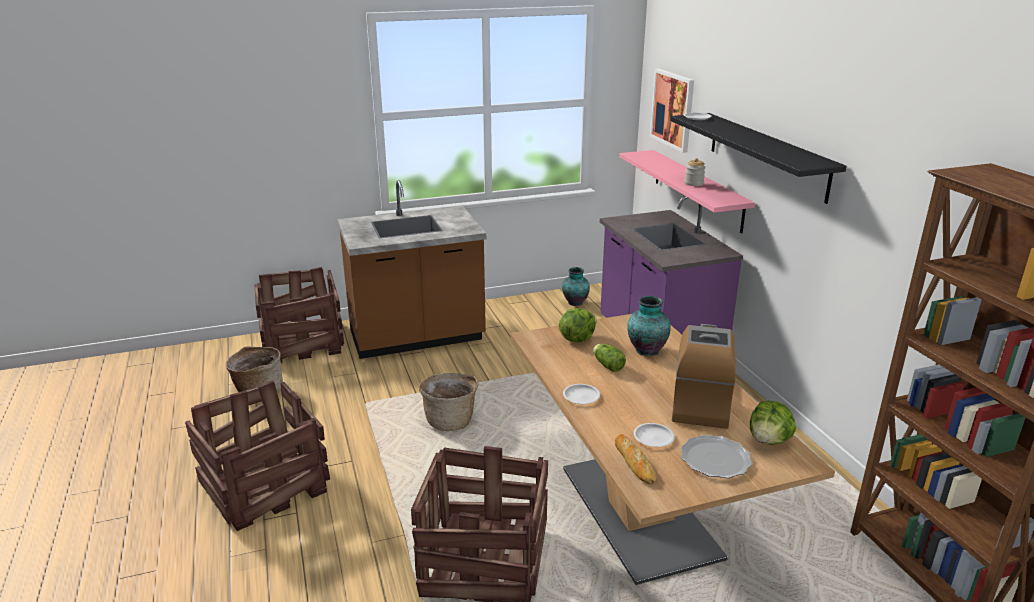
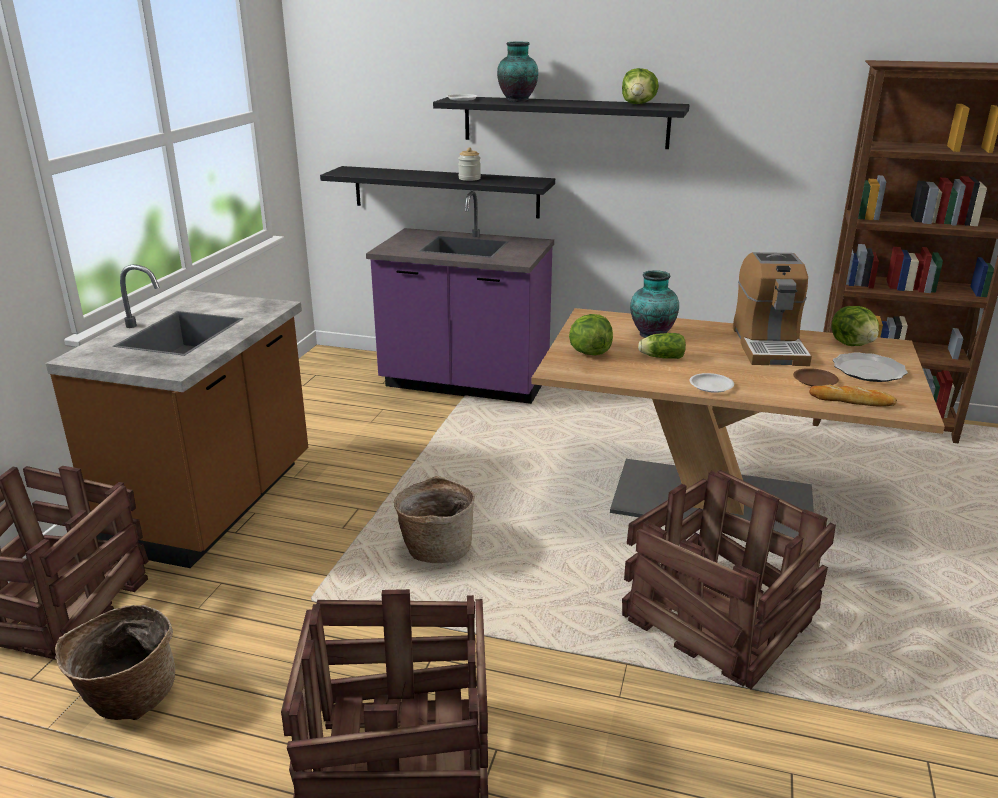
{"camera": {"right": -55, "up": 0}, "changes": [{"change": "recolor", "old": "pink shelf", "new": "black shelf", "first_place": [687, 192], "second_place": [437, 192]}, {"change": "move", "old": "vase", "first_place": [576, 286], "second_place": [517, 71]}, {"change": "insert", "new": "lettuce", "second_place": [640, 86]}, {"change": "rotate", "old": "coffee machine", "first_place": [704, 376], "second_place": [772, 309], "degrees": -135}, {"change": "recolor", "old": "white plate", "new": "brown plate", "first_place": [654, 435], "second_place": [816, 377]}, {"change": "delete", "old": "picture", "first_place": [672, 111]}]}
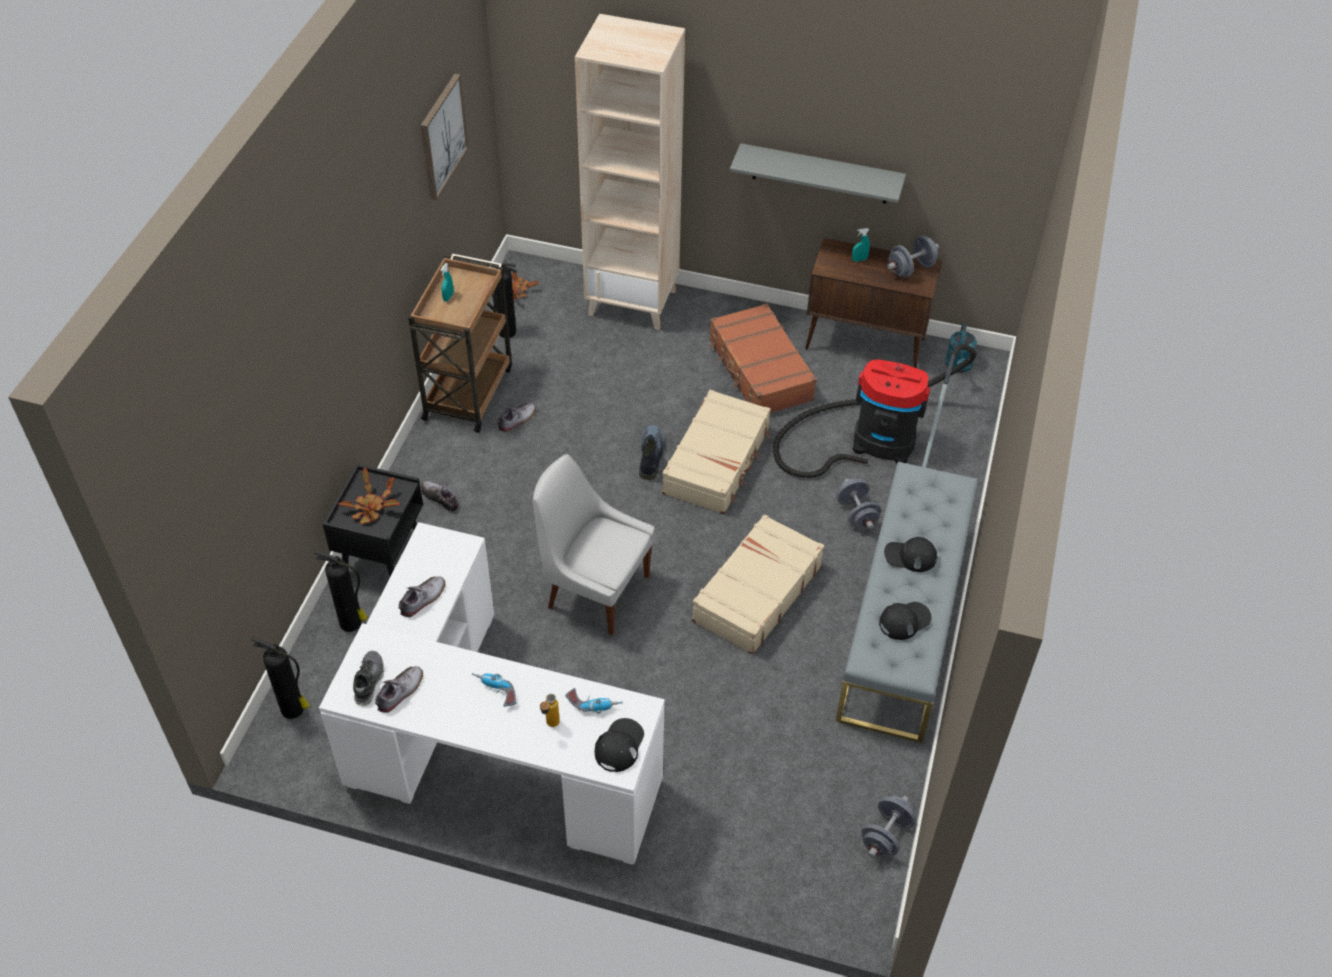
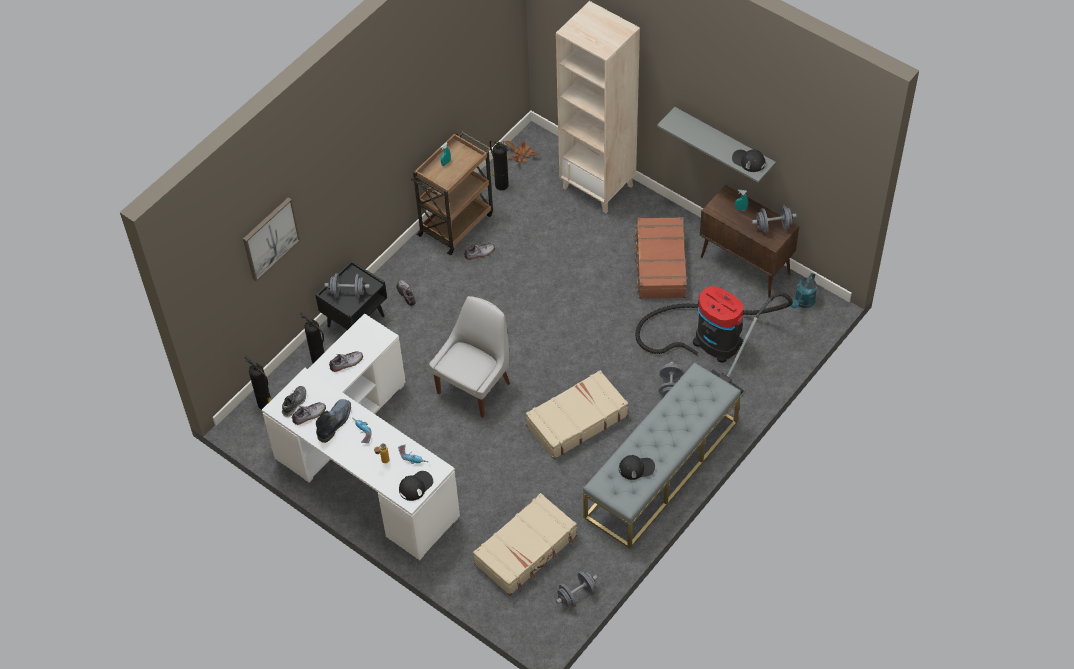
{"camera": {"right": 25, "up": 5}, "changes": [{"change": "move", "old": "picture", "first_place": [445, 137], "second_place": [271, 239]}, {"change": "move", "old": "boot", "first_place": [652, 452], "second_place": [333, 421]}, {"change": "replace", "old": "potted plant", "new": "grey dumbbell", "first_place": [369, 496], "second_place": [347, 285]}, {"change": "rotate", "old": "white chair", "first_place": [593, 544], "second_place": [469, 357], "degrees": 75}, {"change": "move", "old": "beige suitcase", "first_place": [716, 452], "second_place": [525, 544]}, {"change": "move", "old": "black cap", "first_place": [910, 554], "second_place": [748, 161]}]}
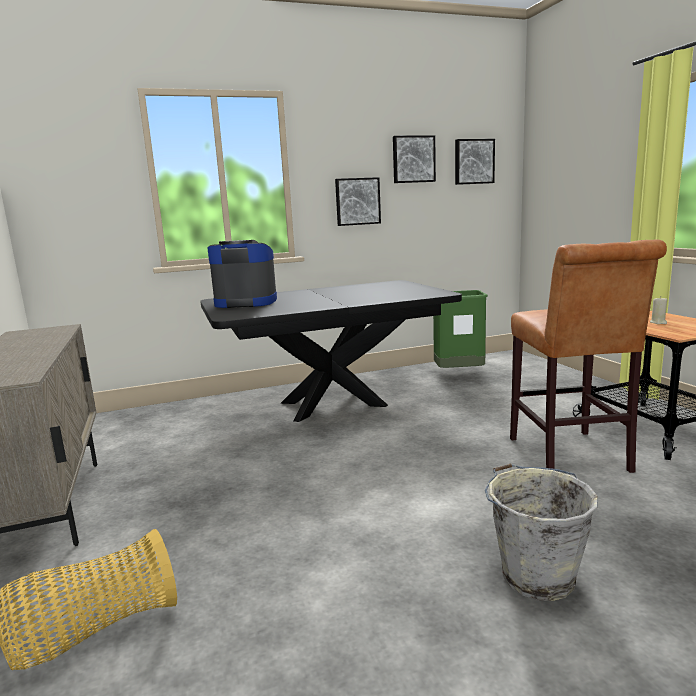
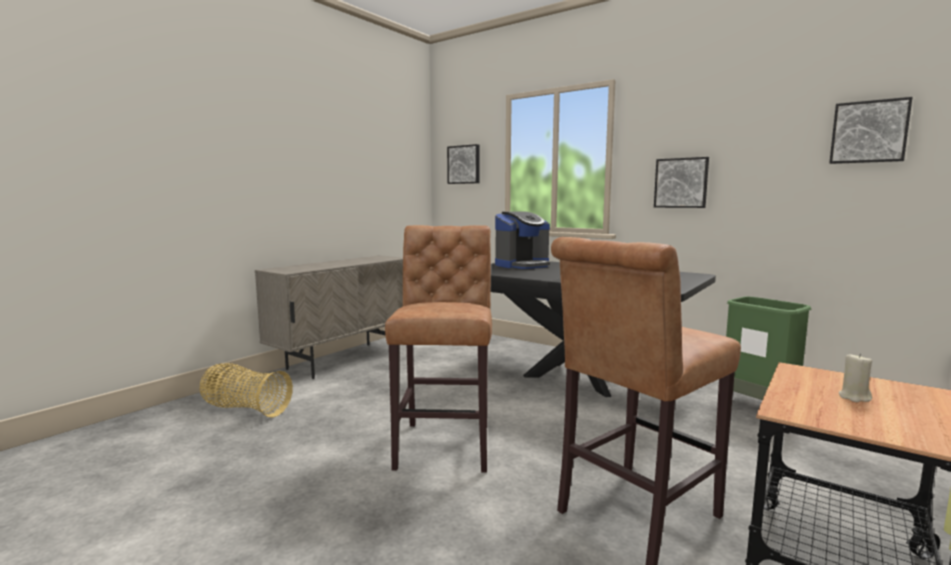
{"camera": {"right": 55, "up": -5}, "changes": [{"change": "insert", "new": "brown stool", "second_place": [438, 349]}, {"change": "move", "old": "picture", "first_place": [414, 159], "second_place": [463, 164]}, {"change": "rotate", "old": "coffee machine", "first_place": [242, 274], "second_place": [522, 240], "degrees": 90}, {"change": "delete", "old": "grey bucket", "first_place": [541, 532]}]}
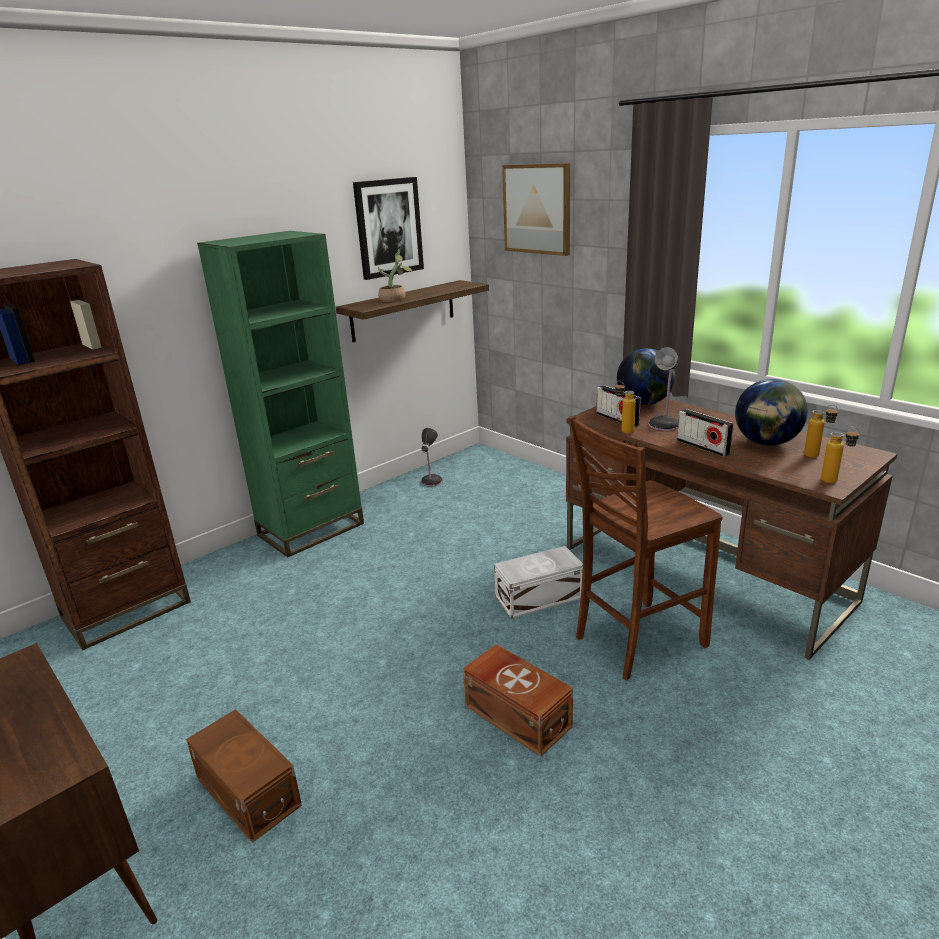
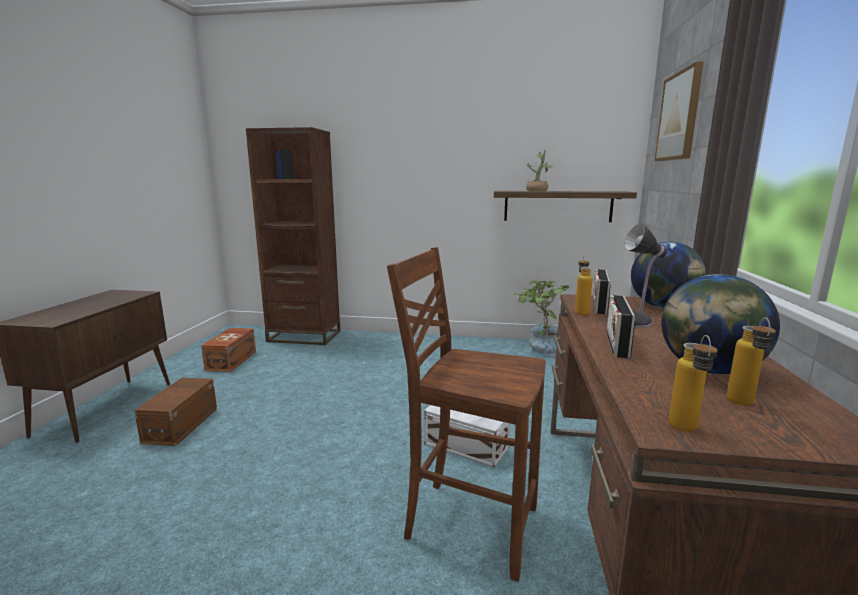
{"camera": {"right": 50, "up": -10}, "changes": [{"change": "move", "old": "brown storage box", "first_place": [518, 700], "second_place": [228, 350]}, {"change": "replace", "old": "table lamp", "new": "potted plant", "first_place": [432, 457], "second_place": [541, 318]}, {"change": "delete", "old": "green bookcase", "first_place": [280, 394]}, {"change": "delete", "old": "picture", "first_place": [388, 228]}]}
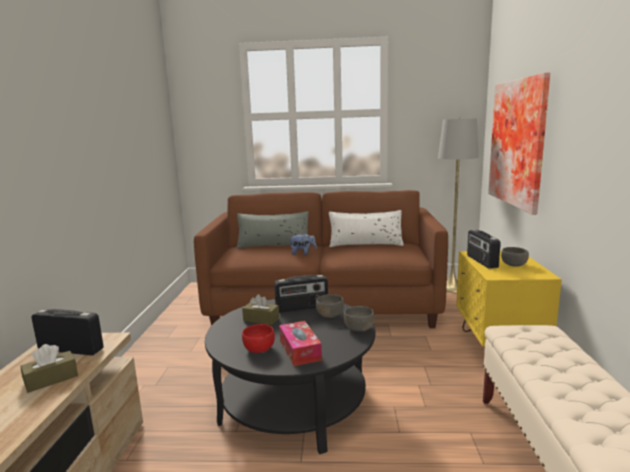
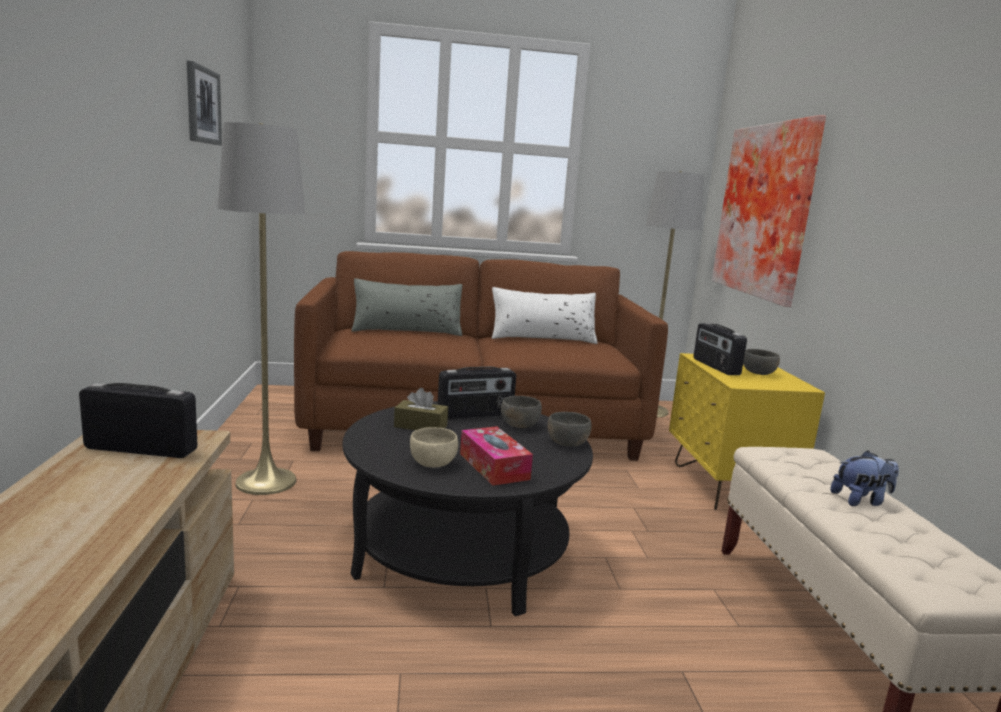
{"camera": {"right": -10, "up": 0}, "changes": [{"change": "insert", "new": "picture", "second_place": [204, 103]}, {"change": "insert", "new": "grey floor lamp", "second_place": [261, 308]}, {"change": "recolor", "old": "red bowl", "new": "beige bowl", "first_place": [258, 338], "second_place": [434, 447]}, {"change": "move", "old": "plush toy", "first_place": [302, 244], "second_place": [864, 478]}, {"change": "delete", "old": "brown tissue box", "first_place": [49, 368]}]}
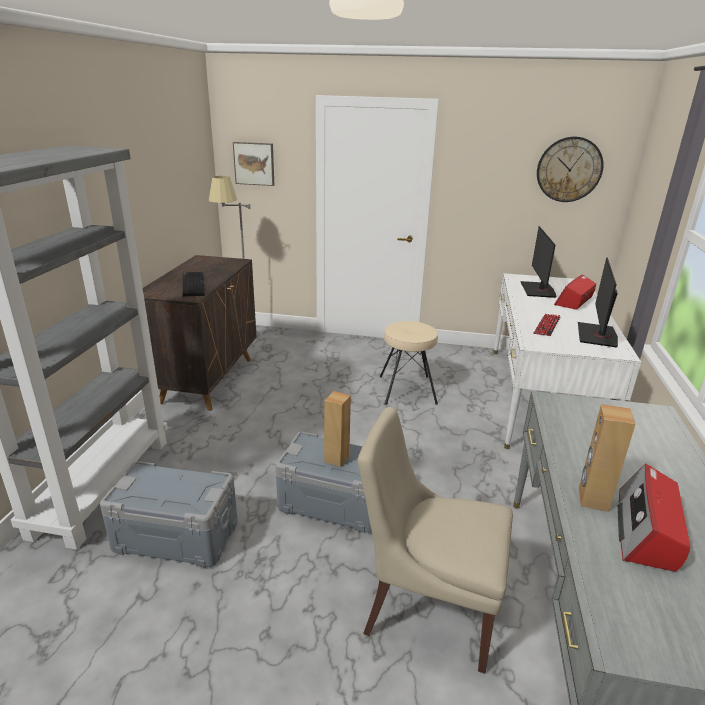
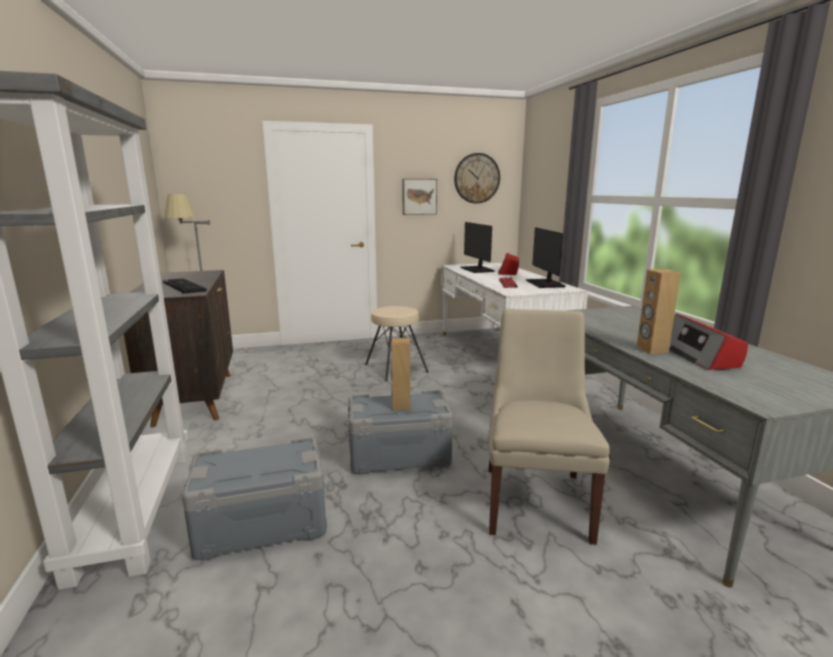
{"camera": {"right": -25, "up": -10}, "changes": [{"change": "move", "old": "picture", "first_place": [253, 164], "second_place": [419, 197]}, {"change": "rotate", "old": "beige chair", "first_place": [435, 540], "second_place": [549, 427], "degrees": 105}]}
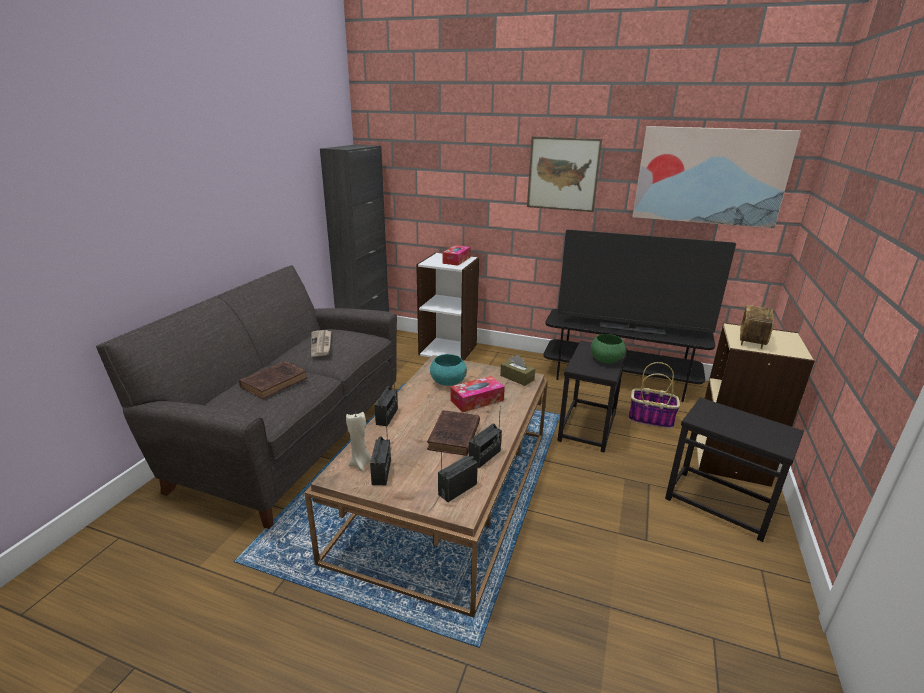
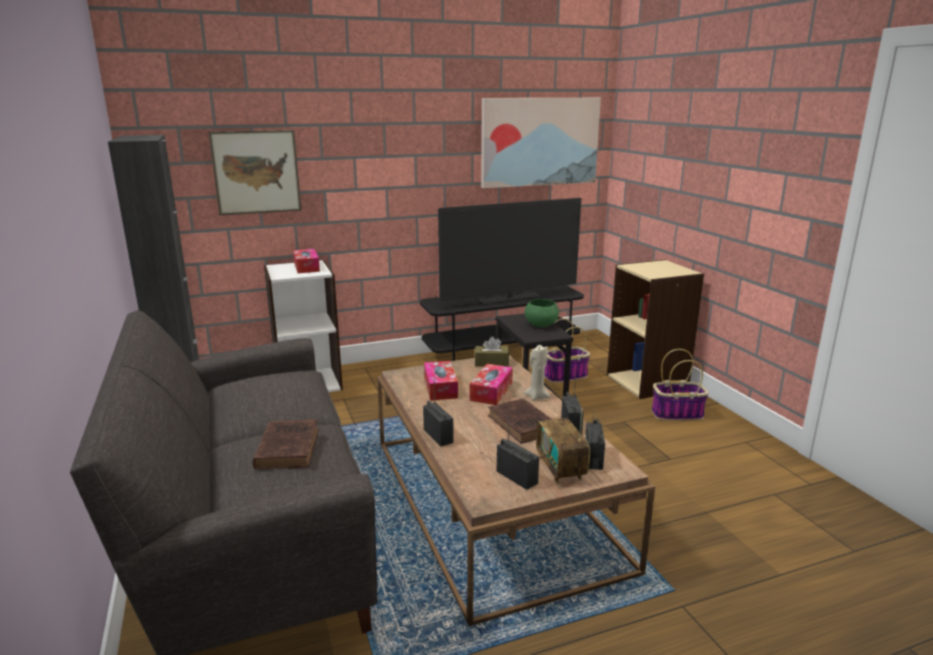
{"camera": {"right": -40, "up": -5}, "changes": [{"change": "move", "old": "picture", "first_place": [564, 174], "second_place": [255, 173]}, {"change": "replace", "old": "turquoise bowl", "new": "tissue box", "first_place": [448, 370], "second_place": [441, 381]}, {"change": "move", "old": "beige candle", "first_place": [358, 441], "second_place": [537, 373]}, {"change": "move", "old": "radio", "first_place": [757, 321], "second_place": [563, 446]}, {"change": "replace", "old": "black side table", "new": "basket", "first_place": [734, 469], "second_place": [680, 385]}, {"change": "delete", "old": "newspaper", "first_place": [321, 343]}]}
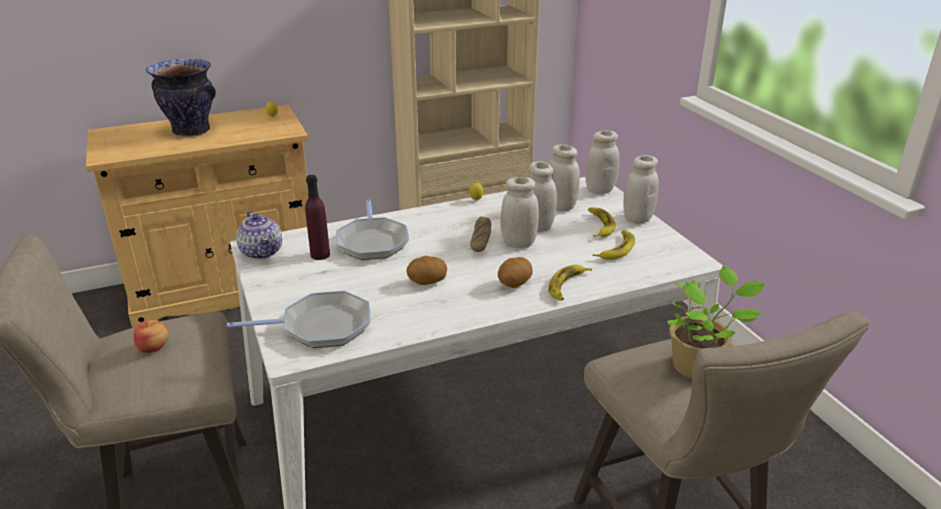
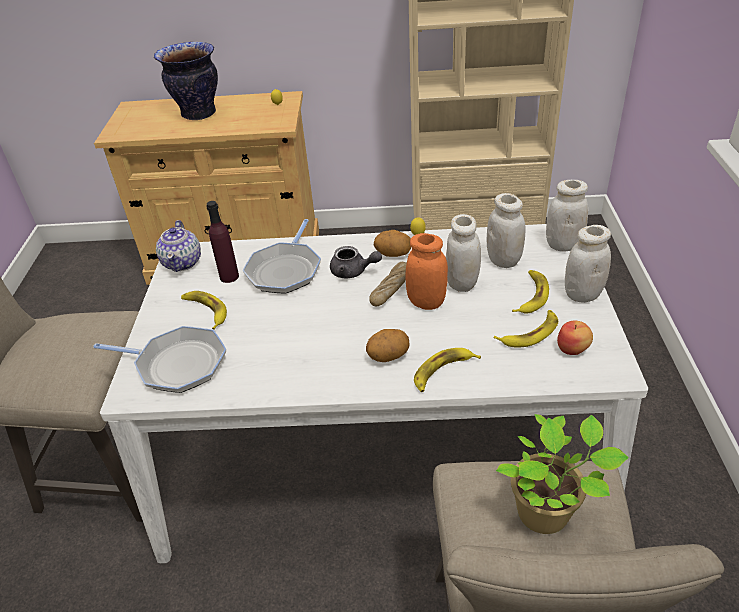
{"camera": {"right": 25, "up": 10}, "changes": [{"change": "insert", "new": "banana", "second_place": [204, 310]}, {"change": "insert", "new": "grey teapot", "second_place": [356, 262]}, {"change": "move", "old": "potato", "first_place": [427, 270], "second_place": [392, 243]}, {"change": "recolor", "old": "white jar", "new": "orange jar", "first_place": [519, 212], "second_place": [426, 271]}, {"change": "move", "old": "apple", "first_place": [151, 336], "second_place": [575, 338]}]}
